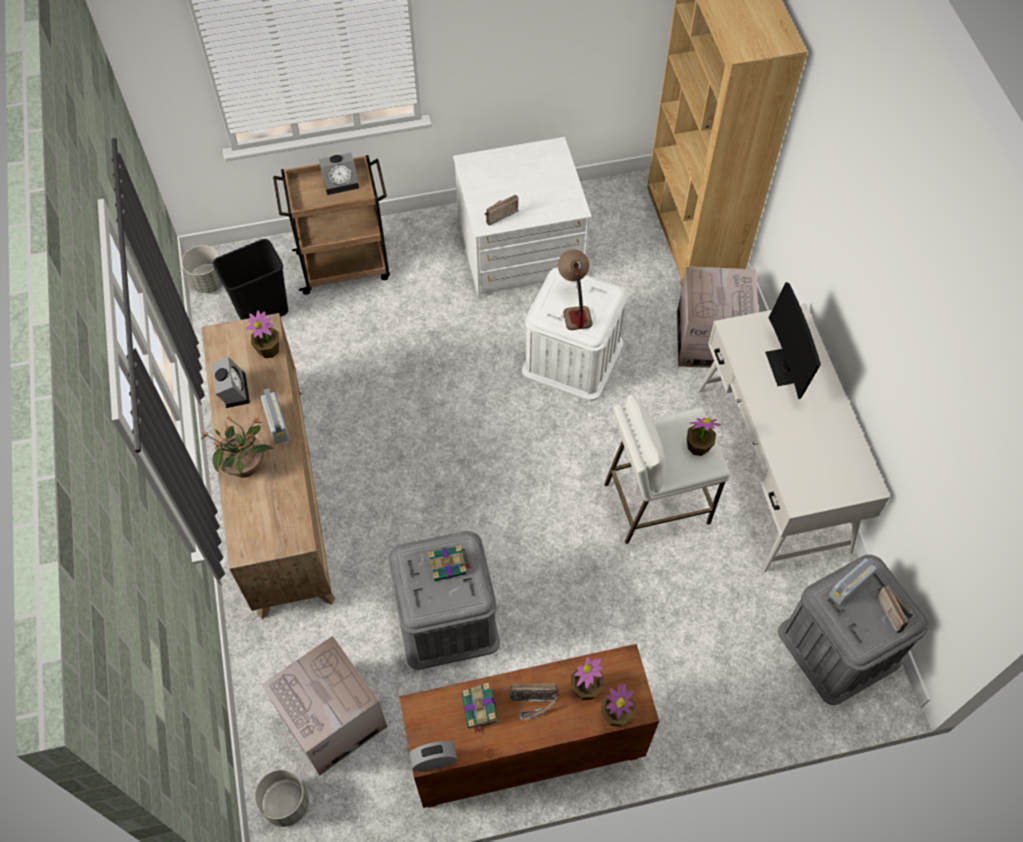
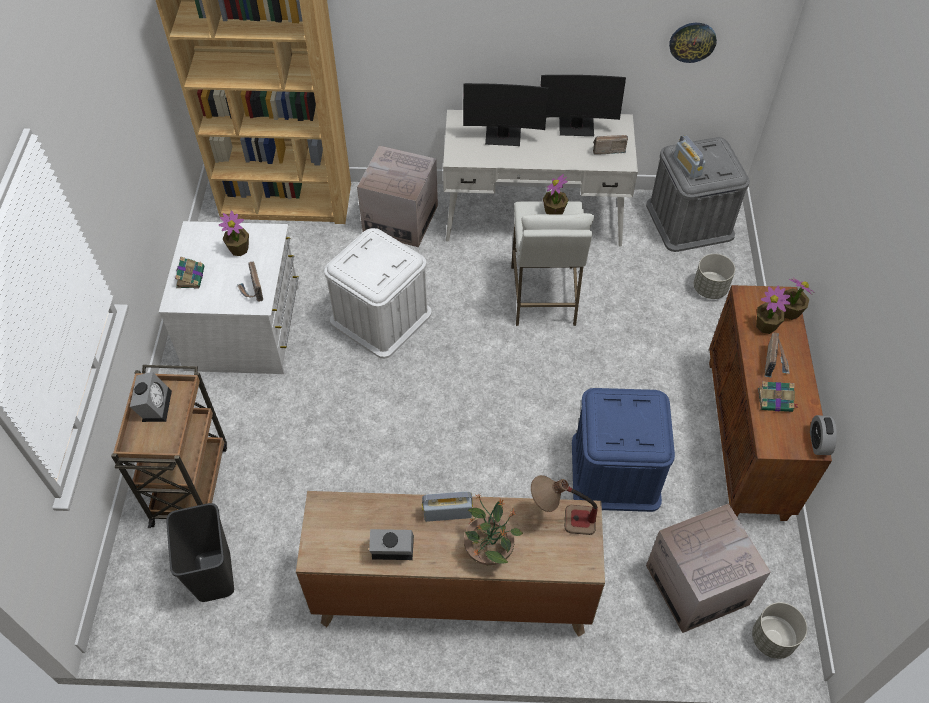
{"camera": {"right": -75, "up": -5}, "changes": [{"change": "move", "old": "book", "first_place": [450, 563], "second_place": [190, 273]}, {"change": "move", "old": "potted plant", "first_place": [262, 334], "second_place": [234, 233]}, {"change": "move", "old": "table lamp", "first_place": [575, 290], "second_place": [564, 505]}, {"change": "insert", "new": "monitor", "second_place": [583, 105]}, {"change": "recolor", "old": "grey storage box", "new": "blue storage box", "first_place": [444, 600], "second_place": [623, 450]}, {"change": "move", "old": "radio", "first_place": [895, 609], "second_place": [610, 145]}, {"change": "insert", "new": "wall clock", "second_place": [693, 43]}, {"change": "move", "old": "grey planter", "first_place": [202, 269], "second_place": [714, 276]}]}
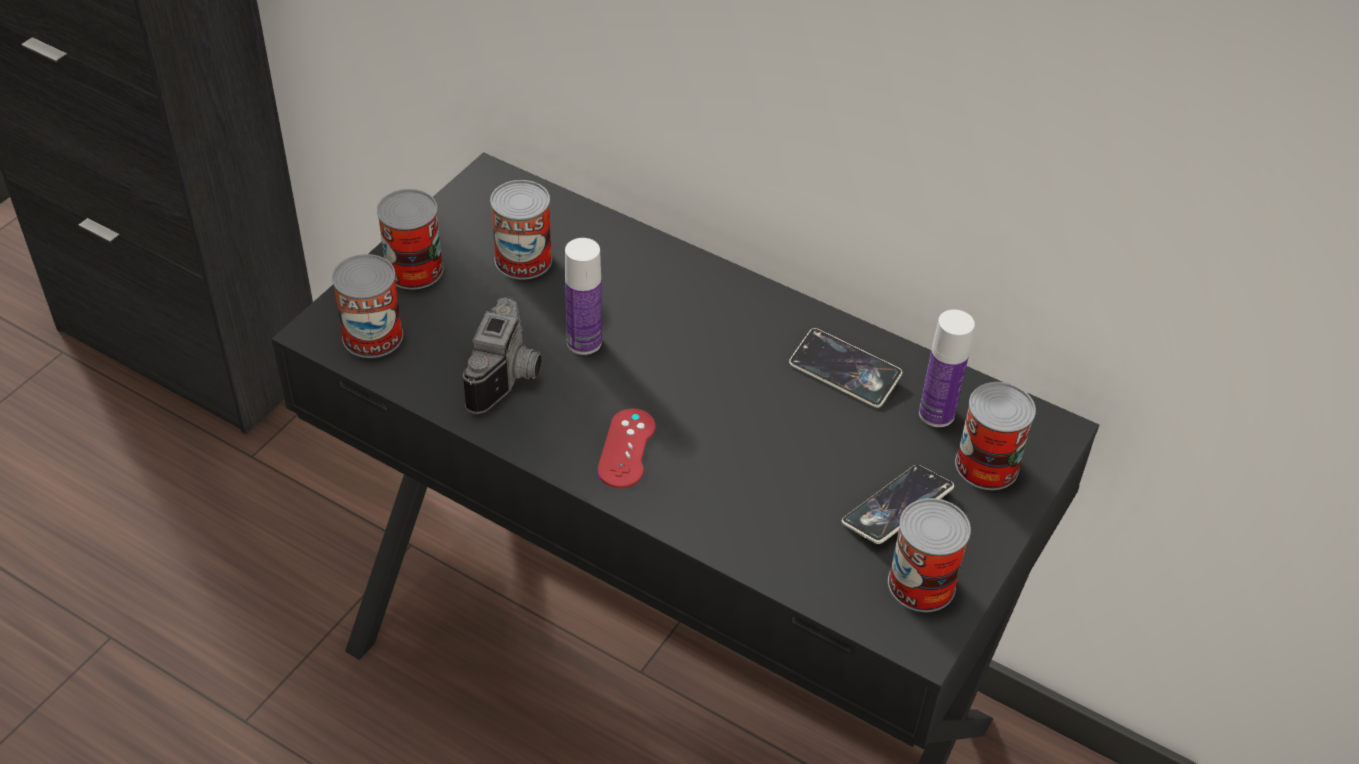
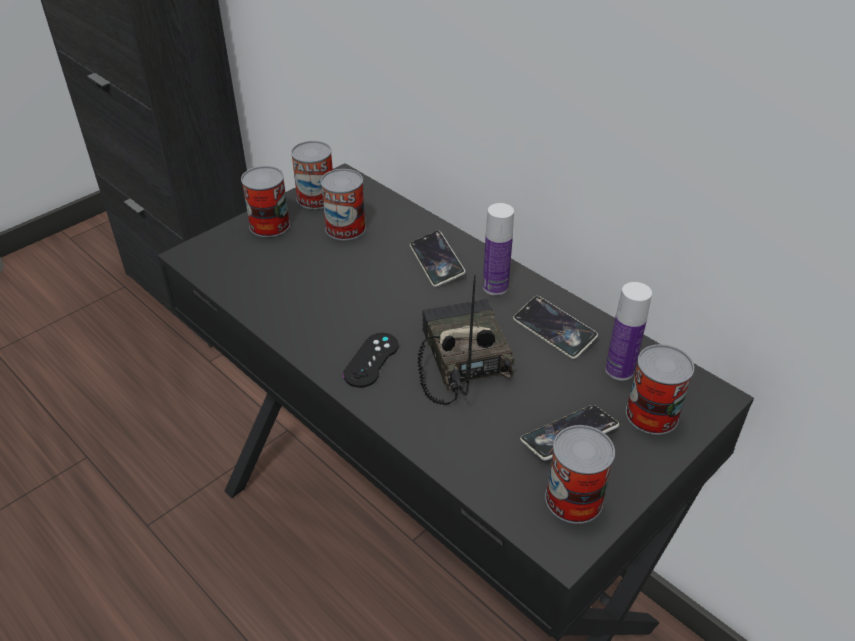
{"camera": {"right": 15, "up": -5}, "changes": [{"change": "move", "old": "can", "first_place": [367, 306], "second_place": [312, 175]}, {"change": "recolor", "old": "red game controller", "new": "black game controller", "first_place": [626, 448], "second_place": [370, 360]}, {"change": "insert", "new": "phone", "second_place": [437, 259]}, {"change": "insert", "new": "radio", "second_place": [466, 340]}, {"change": "move", "old": "bottle", "first_place": [583, 296], "second_place": [498, 249]}, {"change": "delete", "old": "photo camera", "first_place": [502, 355]}]}
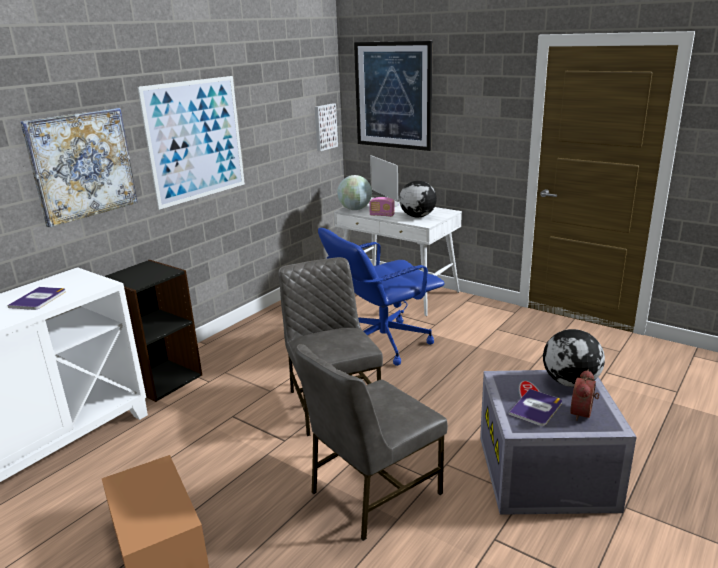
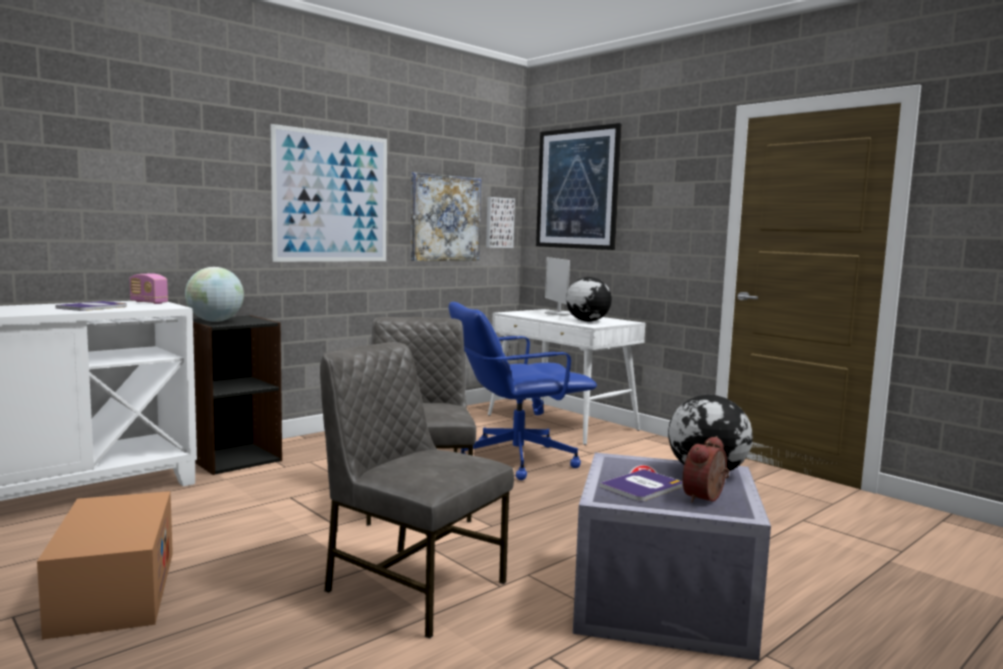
{"camera": {"right": 10, "up": -15}, "changes": [{"change": "move", "old": "radio", "first_place": [382, 207], "second_place": [148, 288]}, {"change": "move", "old": "globe", "first_place": [354, 192], "second_place": [214, 294]}, {"change": "rotate", "old": "grey chair", "first_place": [371, 442], "second_place": [417, 490], "degrees": 60}, {"change": "move", "old": "picture", "first_place": [79, 167], "second_place": [445, 216]}]}
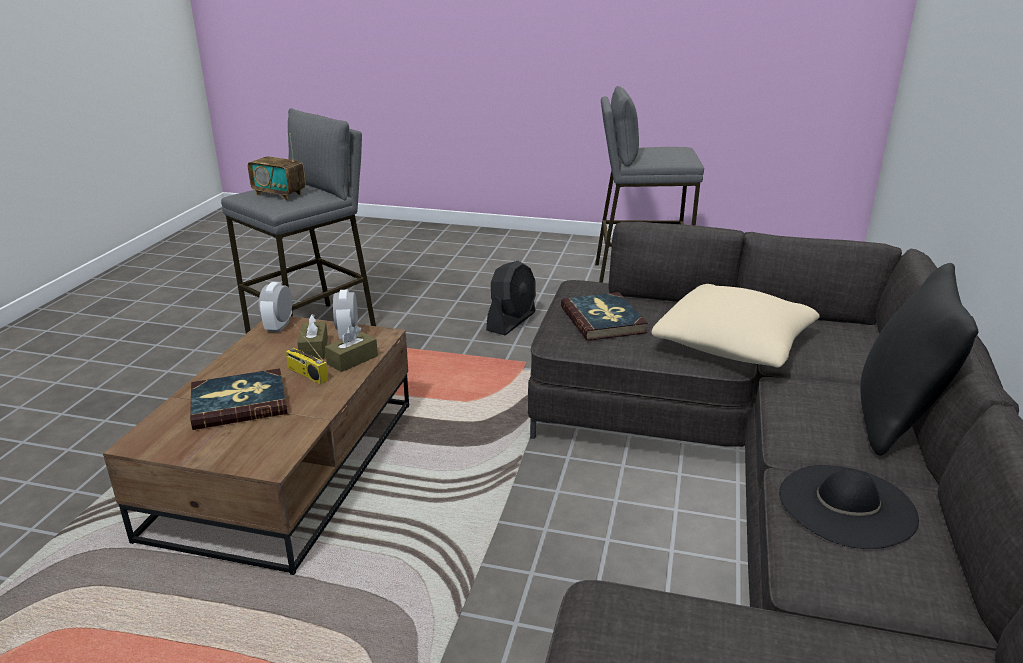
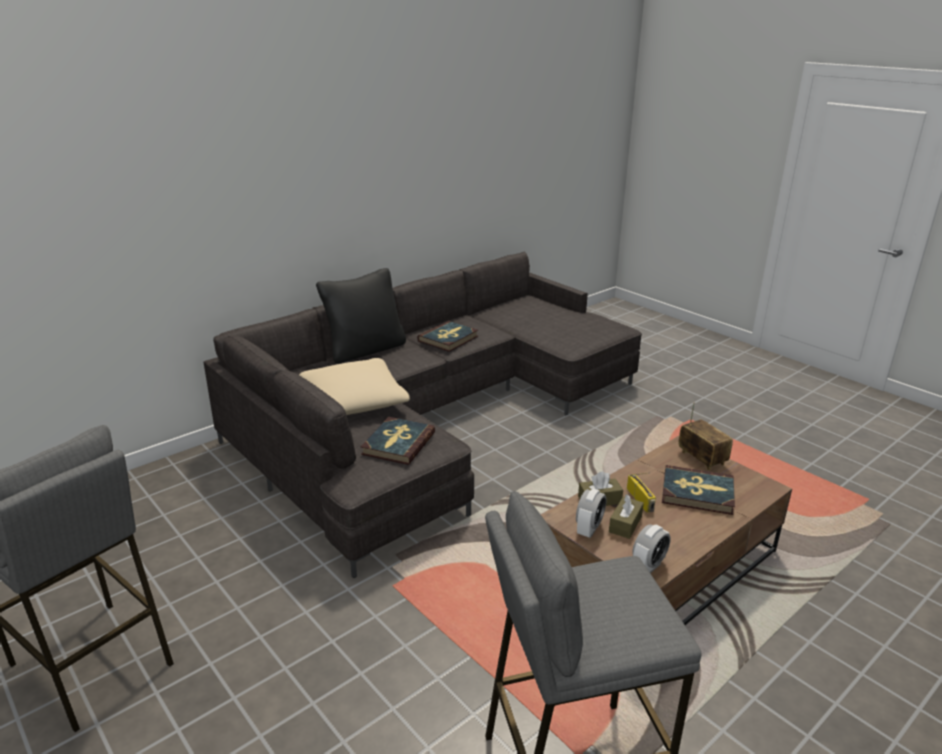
{"camera": {"right": -145, "up": 0}, "changes": [{"change": "replace", "old": "black hat", "new": "book", "first_place": [849, 507], "second_place": [447, 336]}, {"change": "move", "old": "radio", "first_place": [277, 166], "second_place": [705, 436]}, {"change": "delete", "old": "black fan", "first_place": [511, 298]}]}
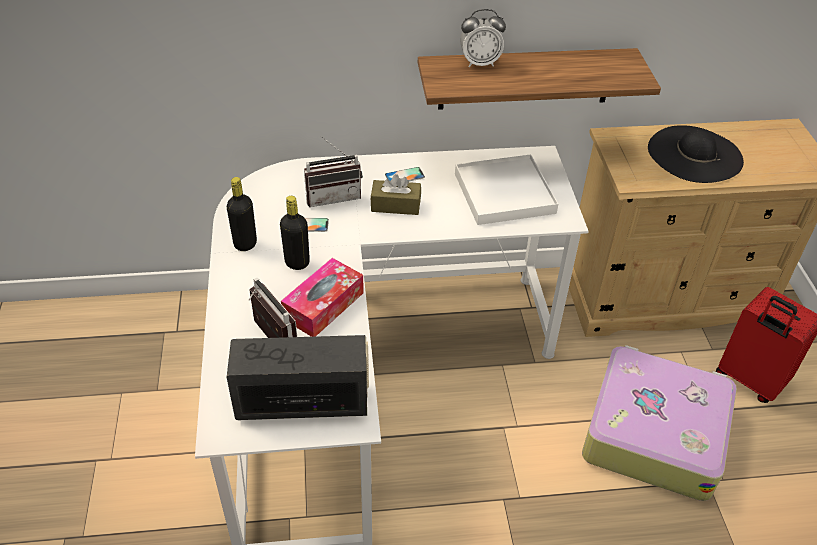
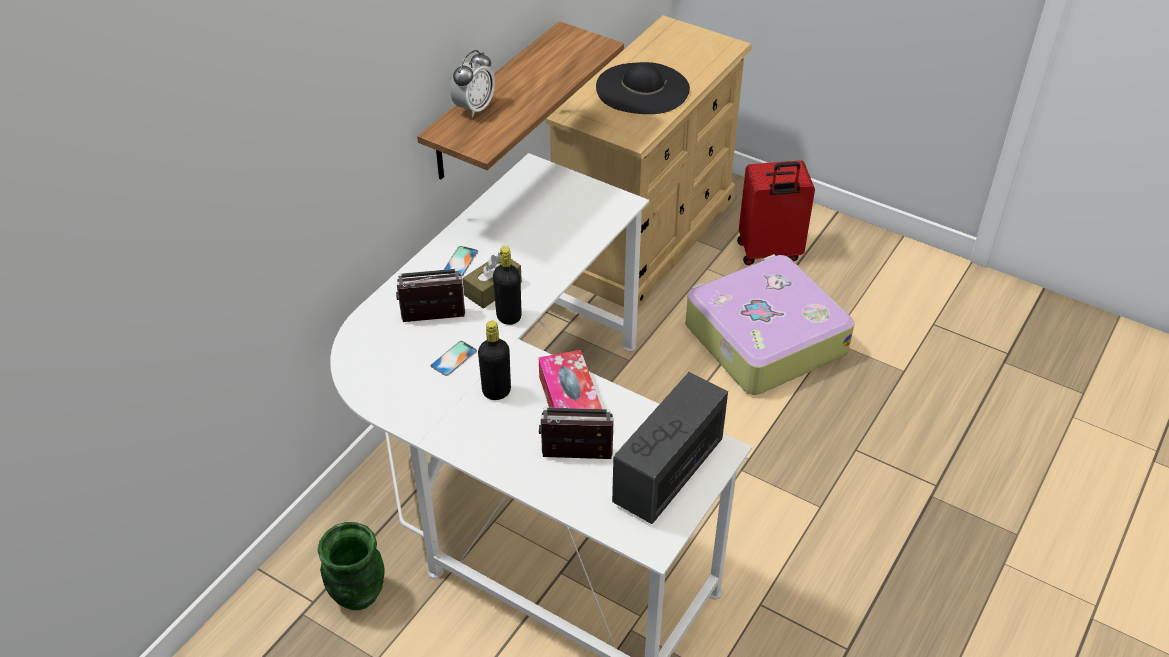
{"camera": {"right": -50, "up": 0}, "changes": [{"change": "insert", "new": "green vase", "second_place": [351, 566]}, {"change": "rotate", "old": "radio", "first_place": [333, 171], "second_place": [430, 295], "degrees": -120}, {"change": "move", "old": "black bottle", "first_place": [242, 214], "second_place": [507, 285]}, {"change": "delete", "old": "white tray", "first_place": [506, 189]}]}
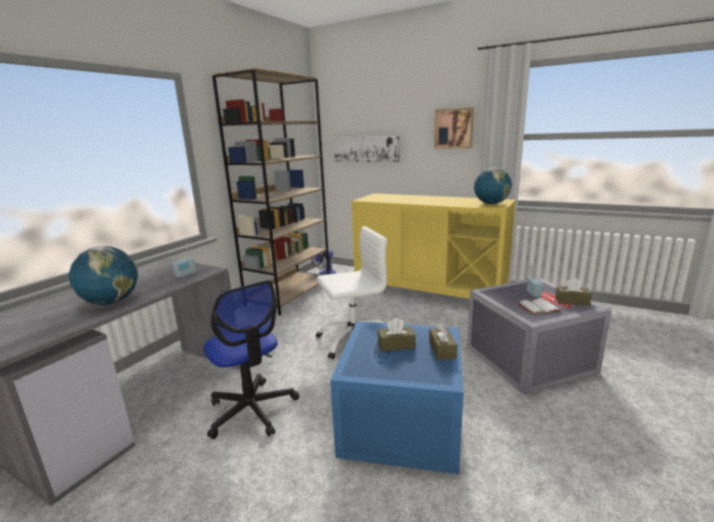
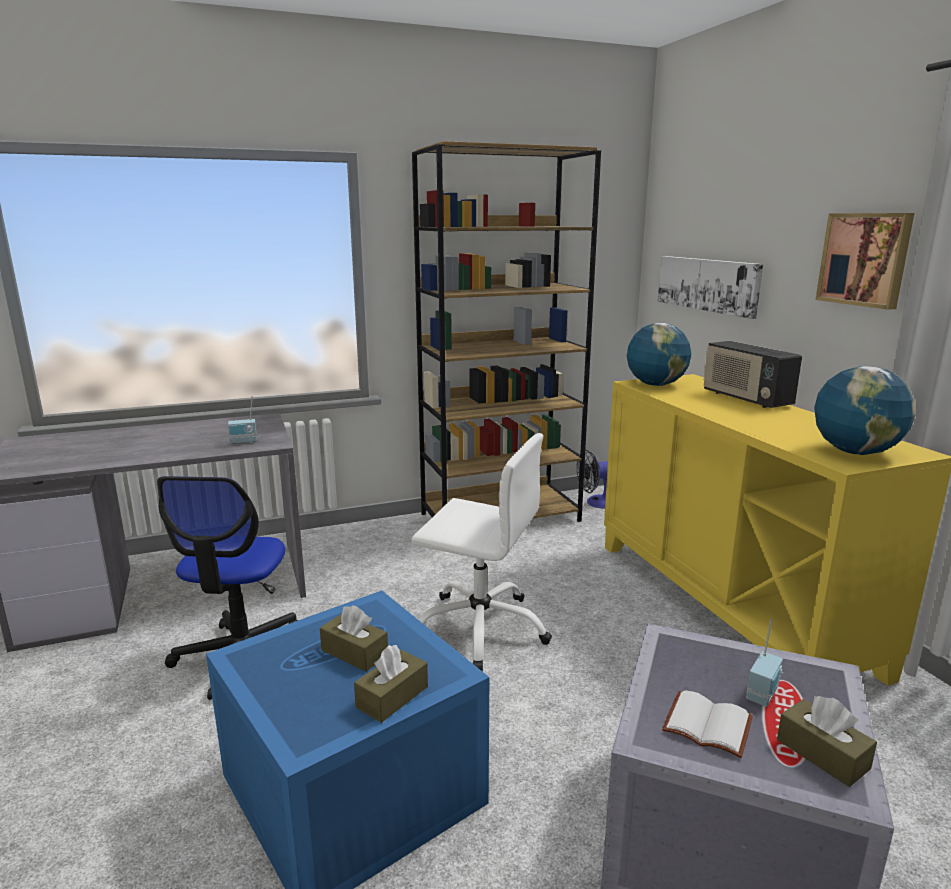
{"camera": {"right": 40, "up": 0}, "changes": [{"change": "move", "old": "globe", "first_place": [103, 275], "second_place": [659, 354]}, {"change": "insert", "new": "radio", "second_place": [752, 374]}]}
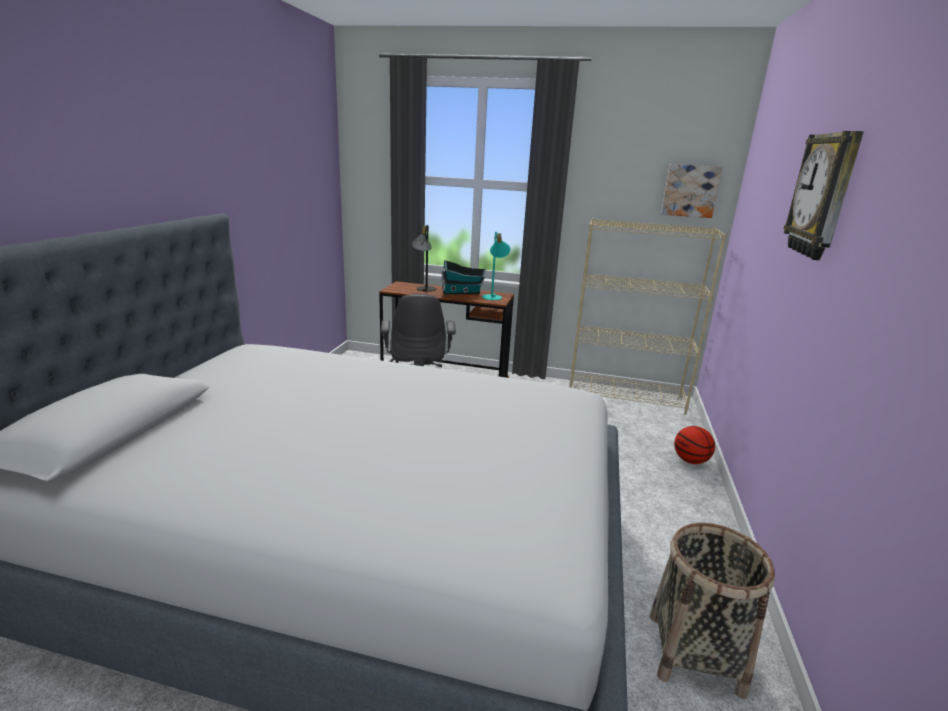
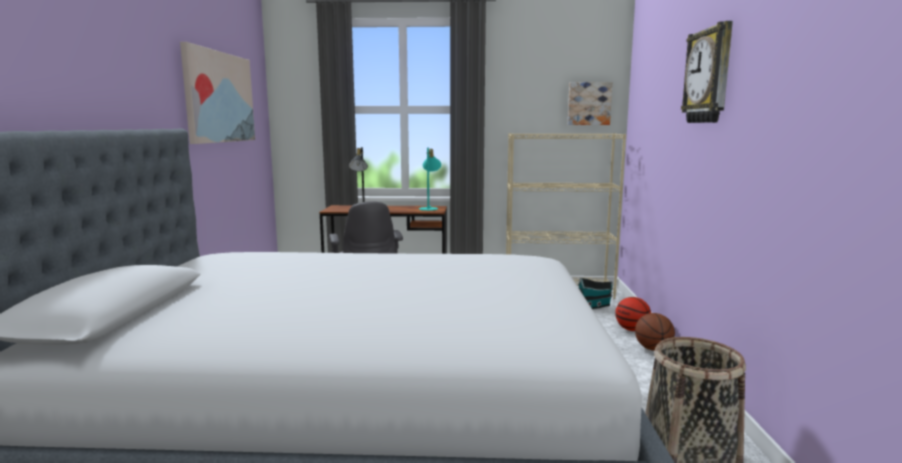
{"camera": {"right": -10, "up": -10}, "changes": [{"change": "insert", "new": "picture", "second_place": [217, 93]}, {"change": "move", "old": "toy house", "first_place": [464, 277], "second_place": [595, 293]}, {"change": "insert", "new": "basketball", "second_place": [655, 332]}]}
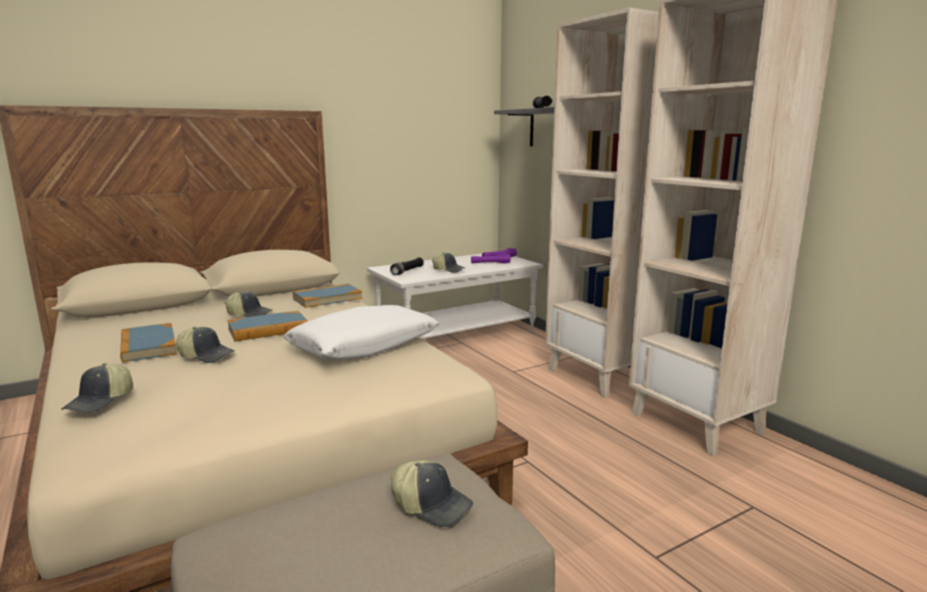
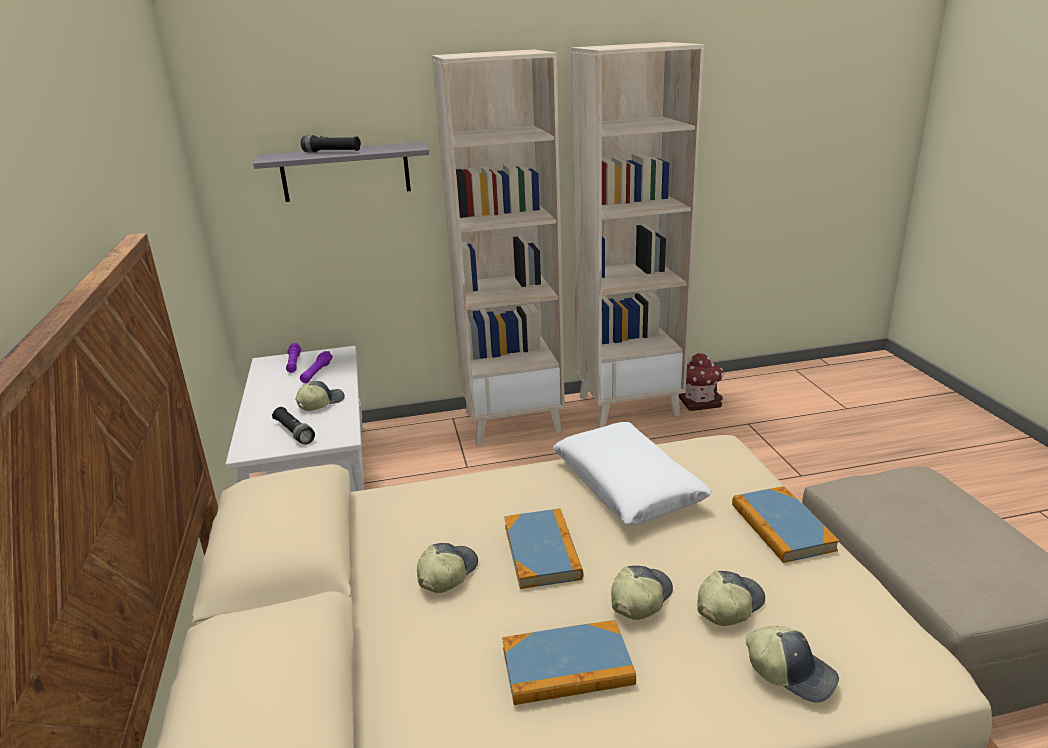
{"camera": {"right": -70, "up": 10}, "changes": [{"change": "insert", "new": "toy house", "second_place": [701, 382]}, {"change": "move", "old": "cap", "first_place": [432, 493], "second_place": [731, 598]}, {"change": "move", "old": "book", "first_place": [328, 296], "second_place": [785, 524]}]}
